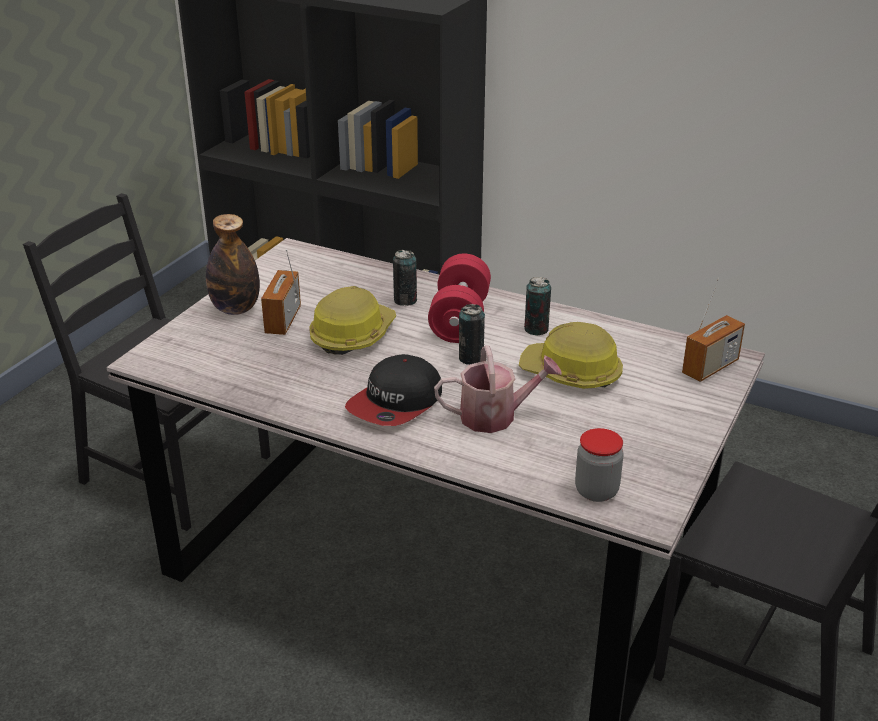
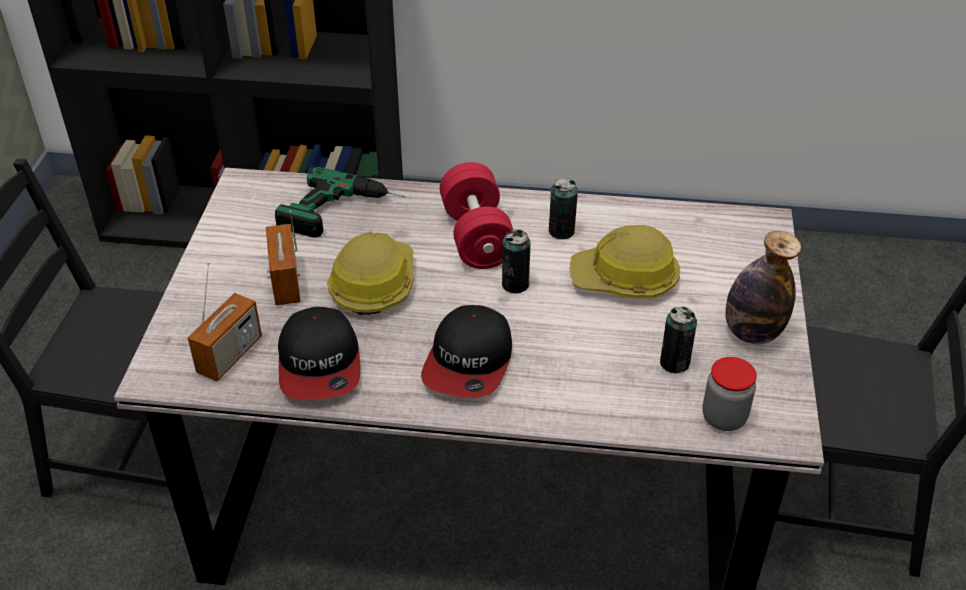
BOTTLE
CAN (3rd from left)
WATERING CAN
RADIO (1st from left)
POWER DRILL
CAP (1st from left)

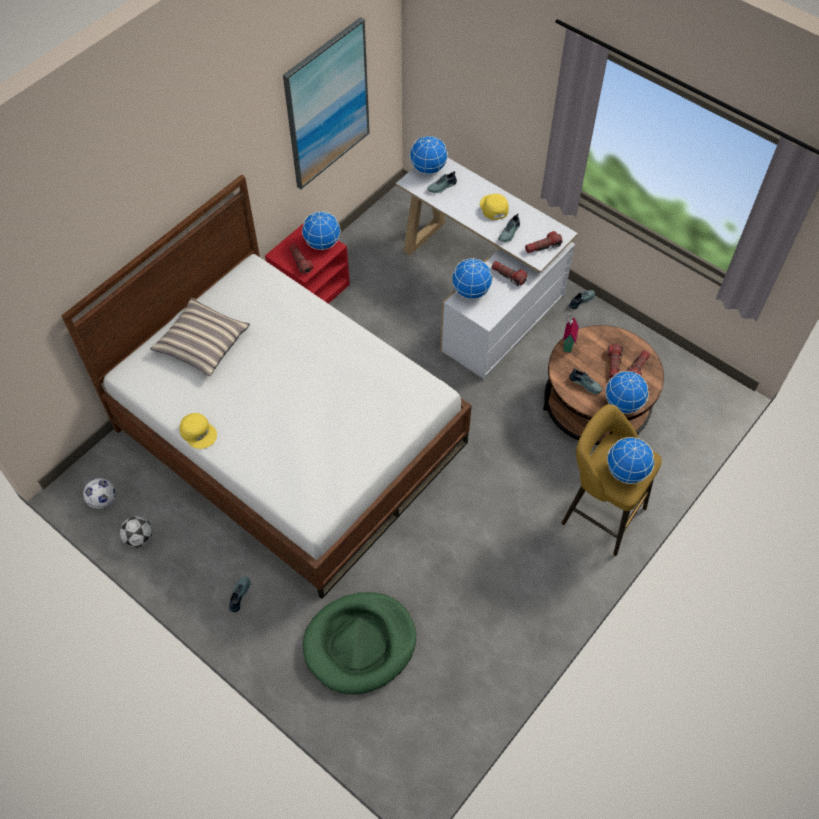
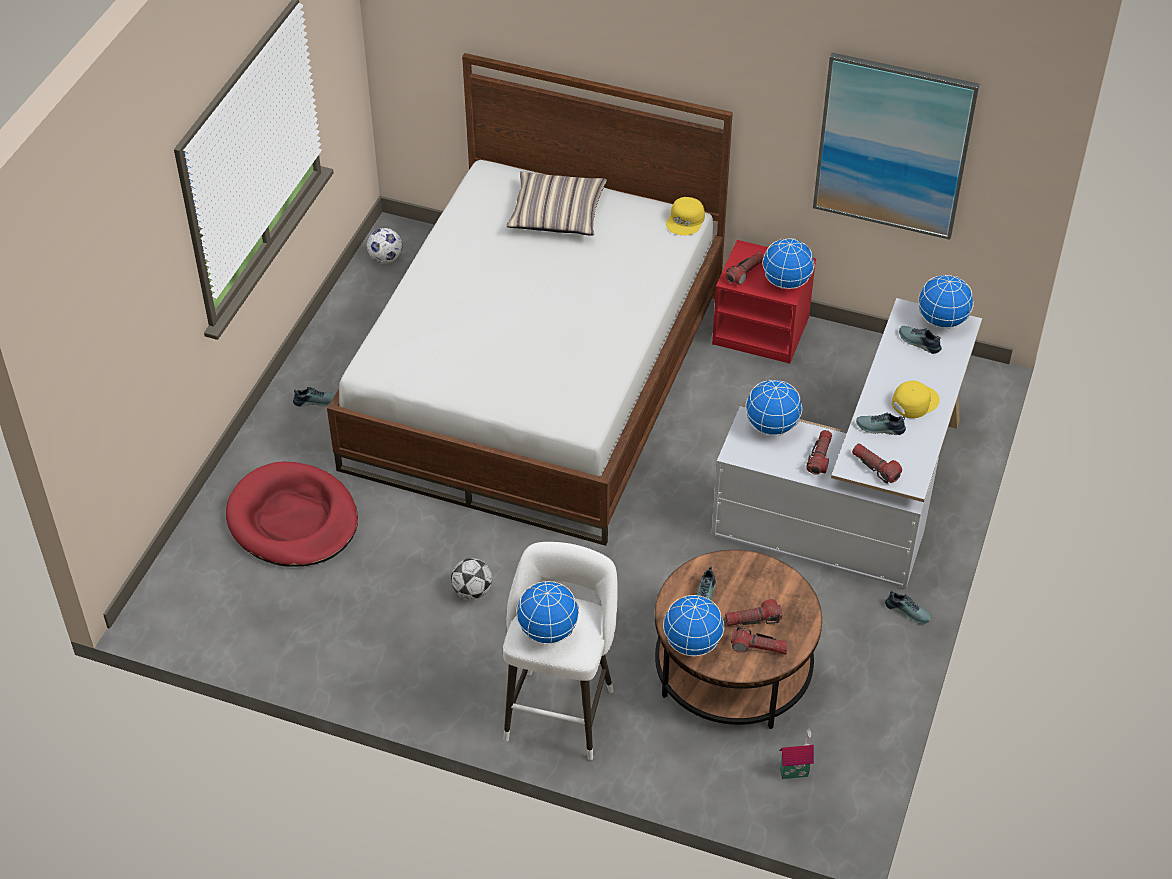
FOOTBALL (2nd from left)
YELLOW CAP (1st from left)
RED DOG BED
WHITE STOOL
TOY HOUSE

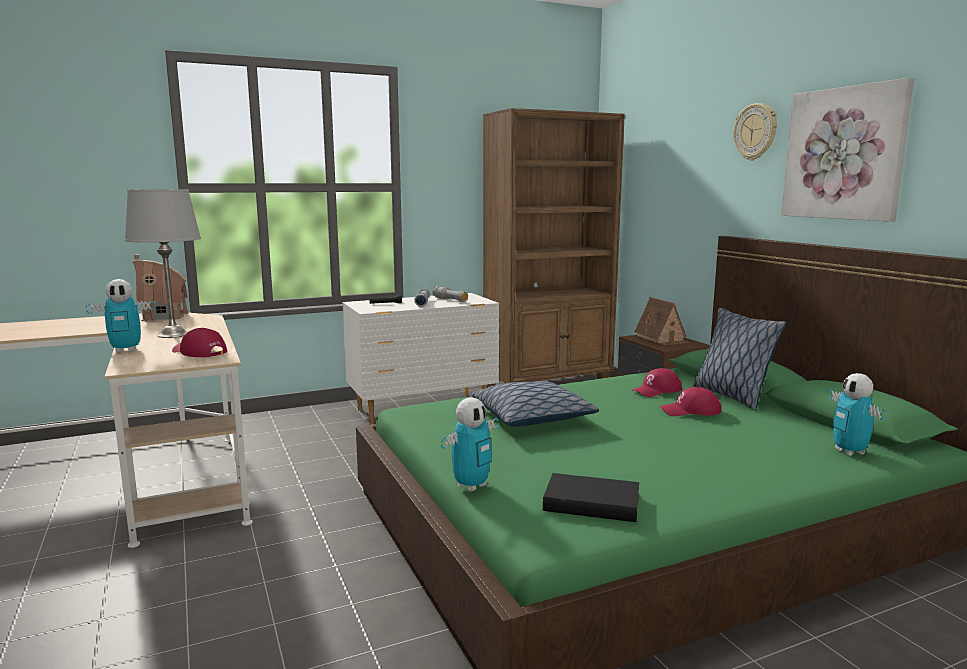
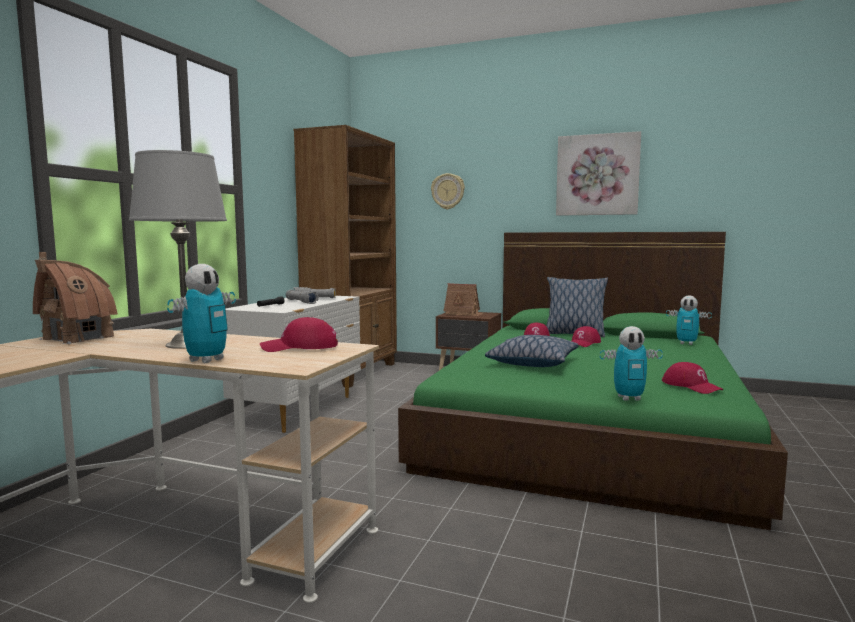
TOY ROBOT (2nd from left)
RED CAP (4th from left)
WALL CLOCK

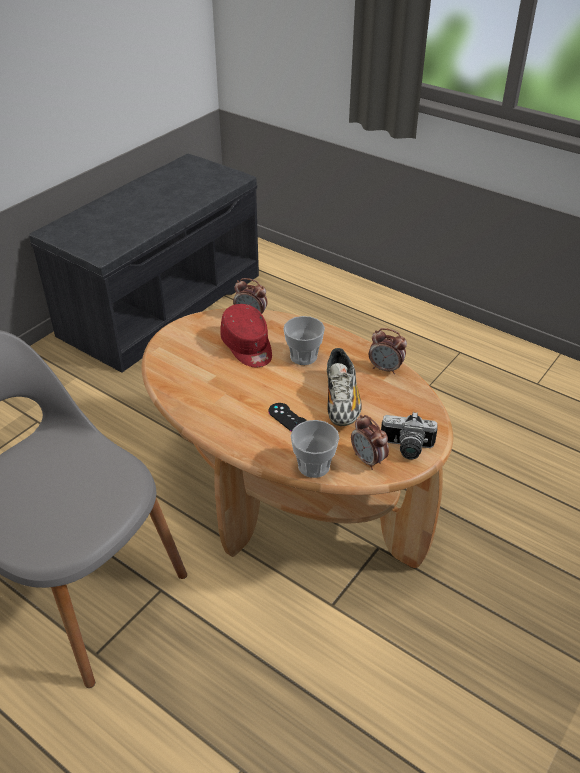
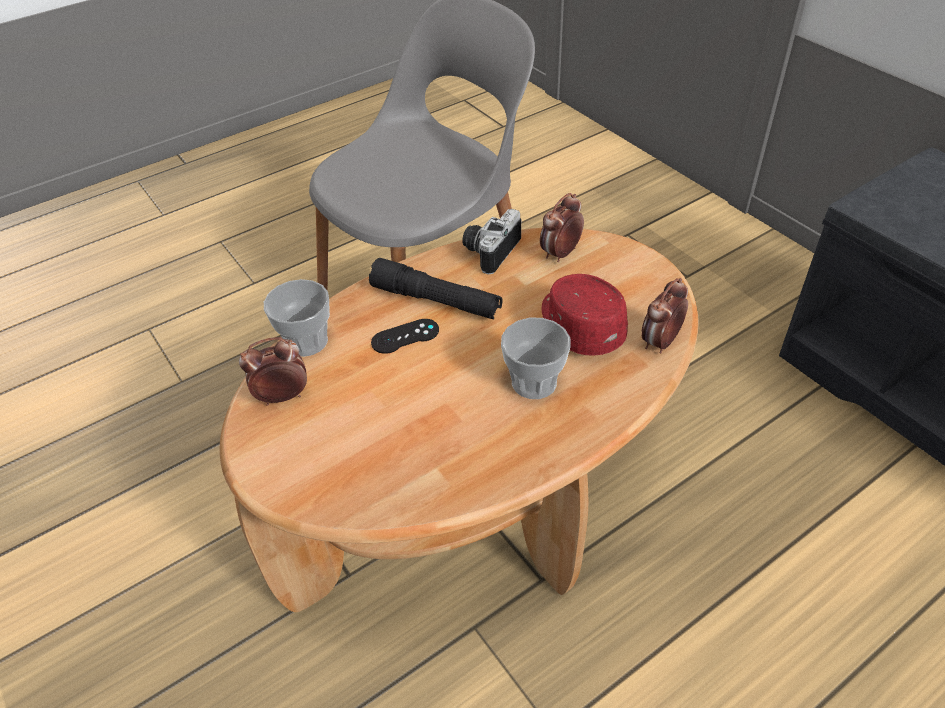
RED CAP
SHOE
ALARM CLOCK (2nd from left)
PHOTO CAMERA
BLACK FLASHLIGHT

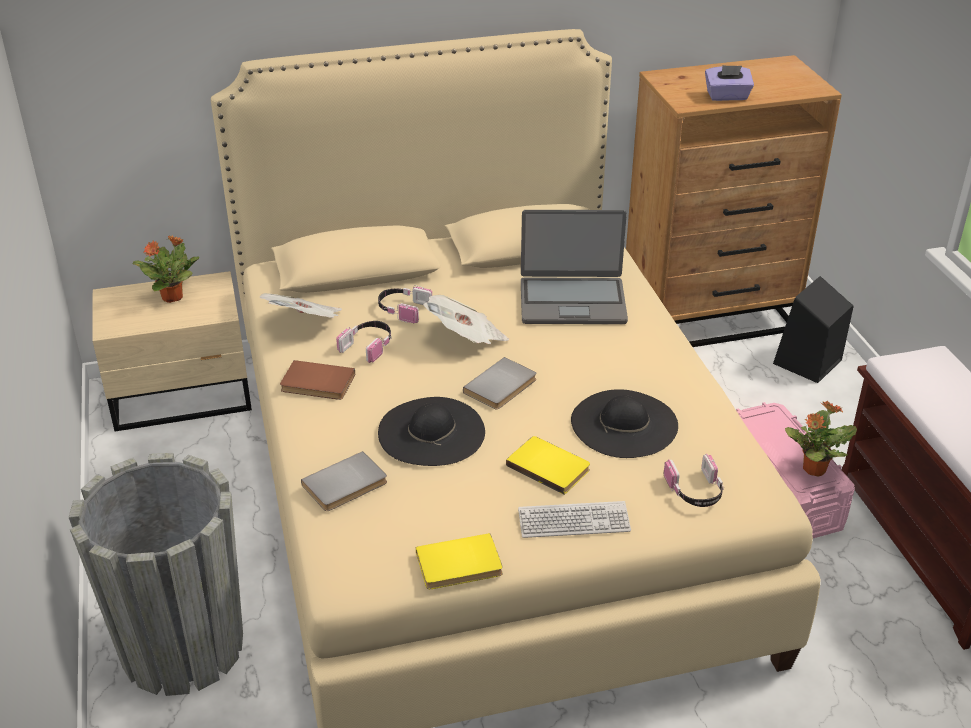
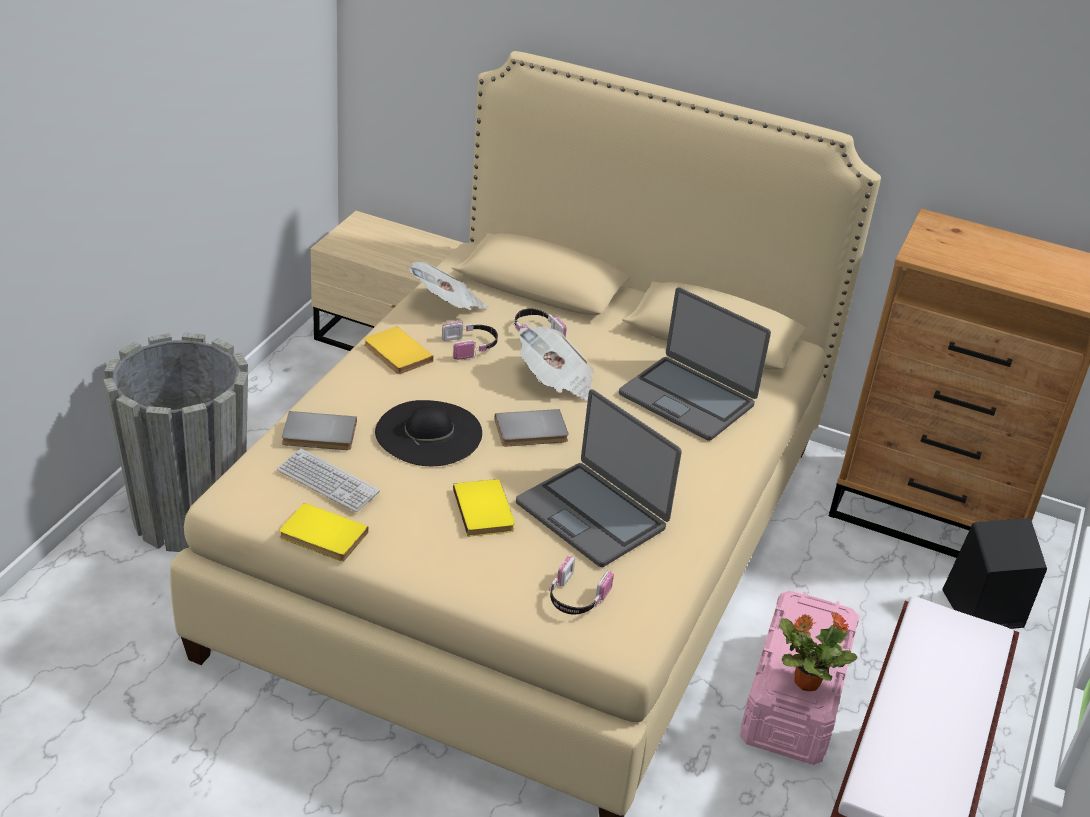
POTTED PLANT (1st from left in the first image)
YELLOW BOOK (2nd from left)
KEYBOARD
LAPTOP (1st from left)
PURPLE TISSUE BOX

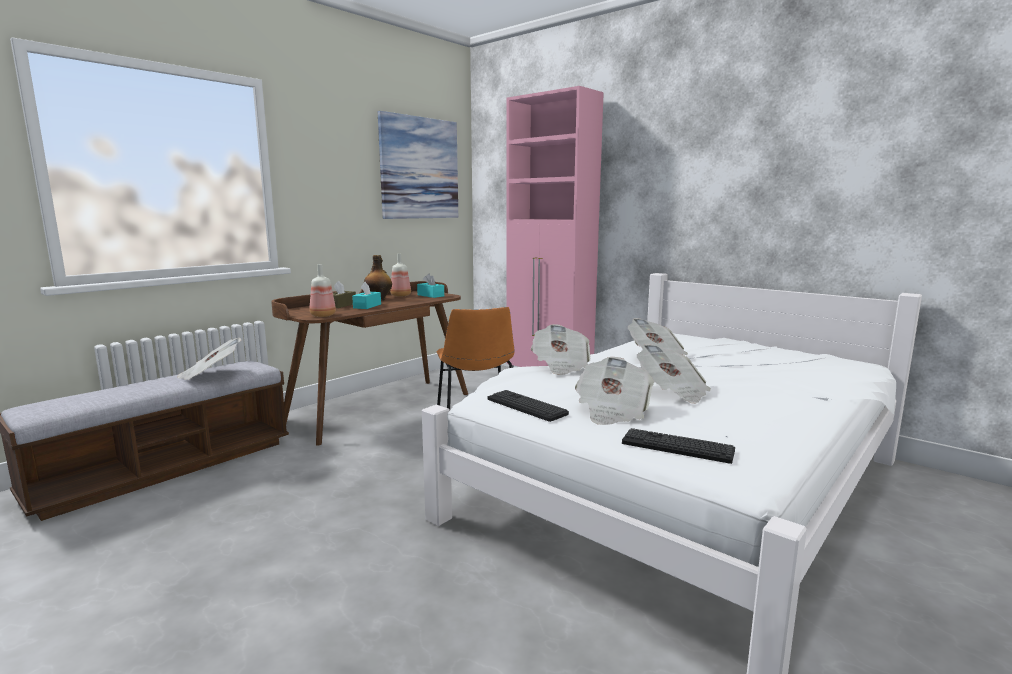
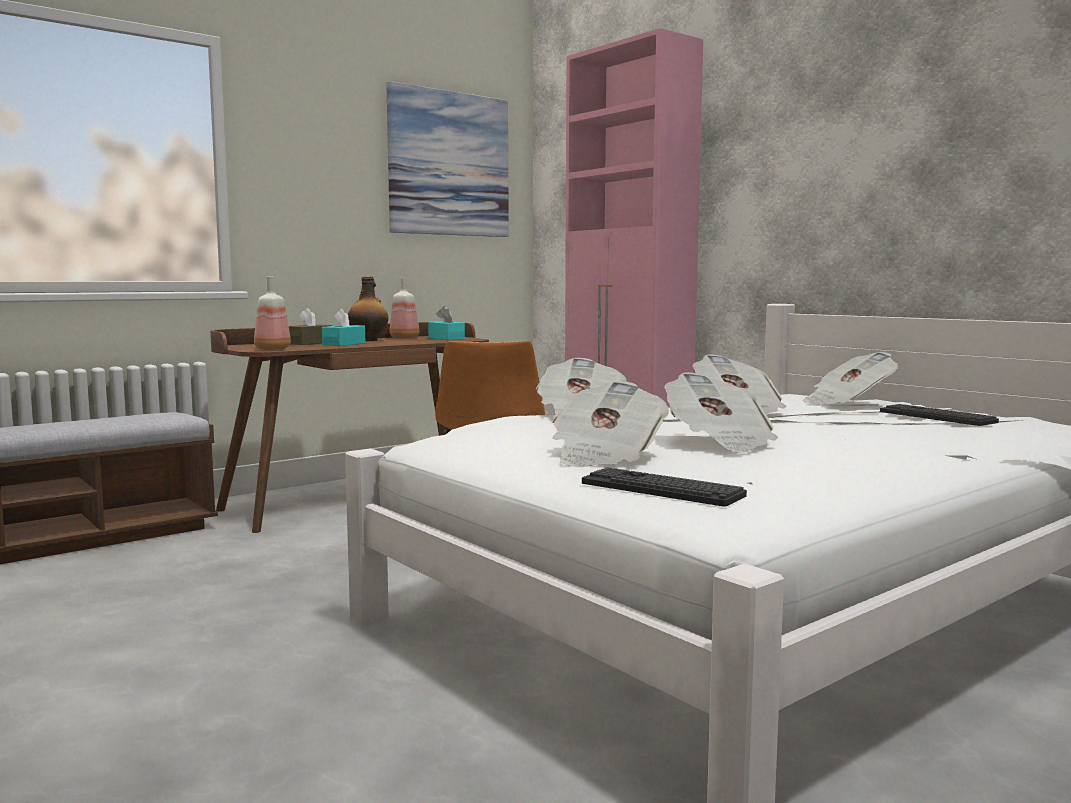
NEWSPAPER (5th from left)
KEYBOARD (2nd from left)

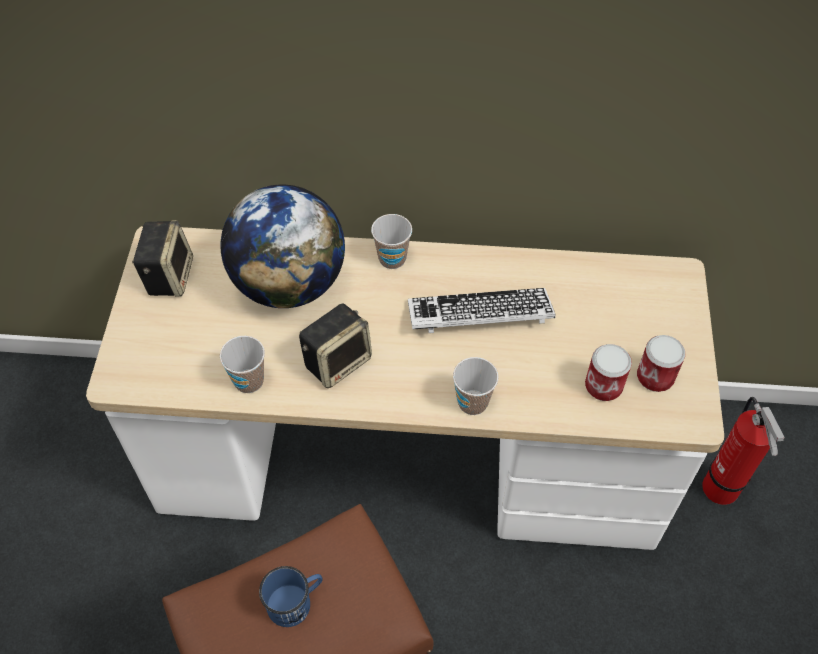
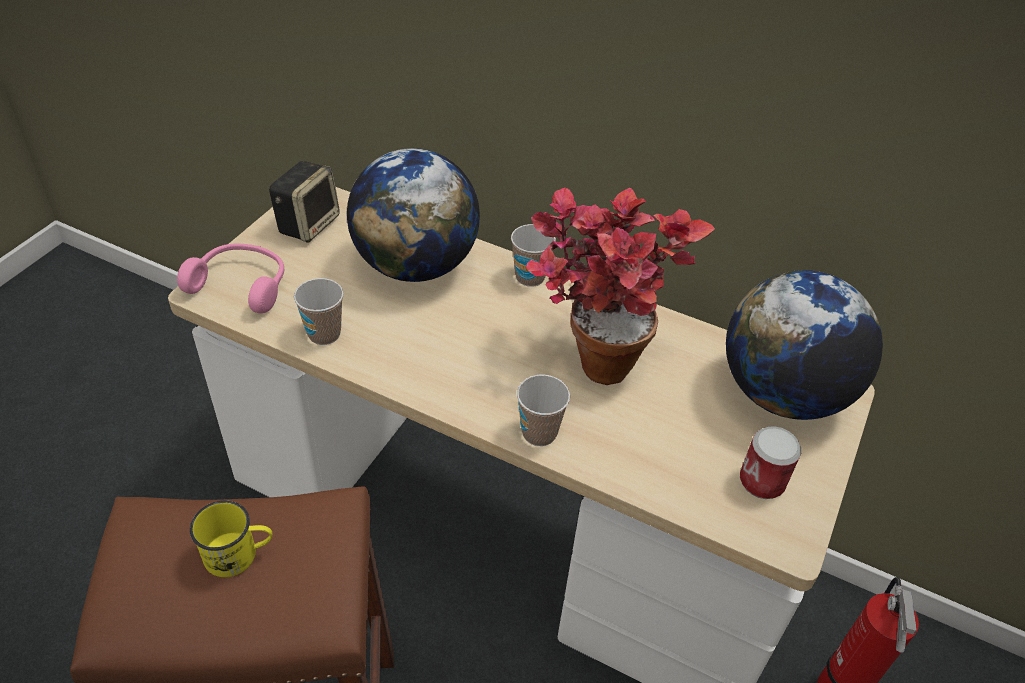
YELLOW MUG
SPEAKER (2nd from left in the first image)
POTTED PLANT
CAN (1st from left in the first image)
PINK HEADPHONES
GLOBE (2nd from left)

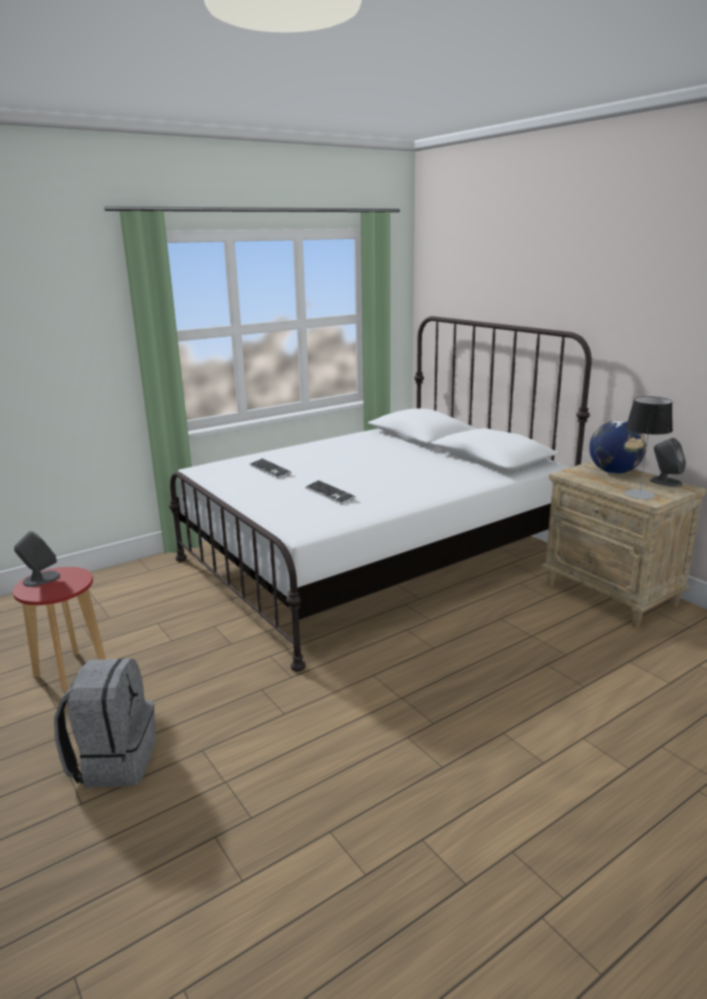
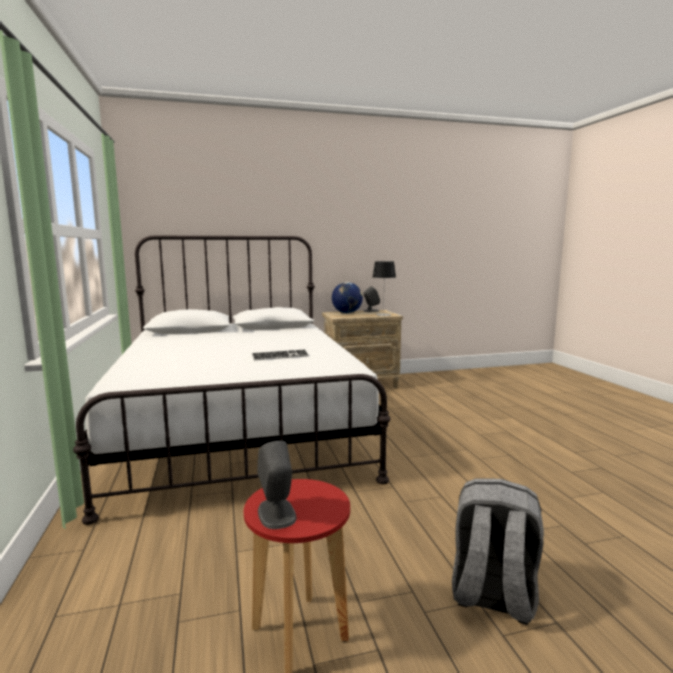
KEYBOARD (1st from left in the first image)

